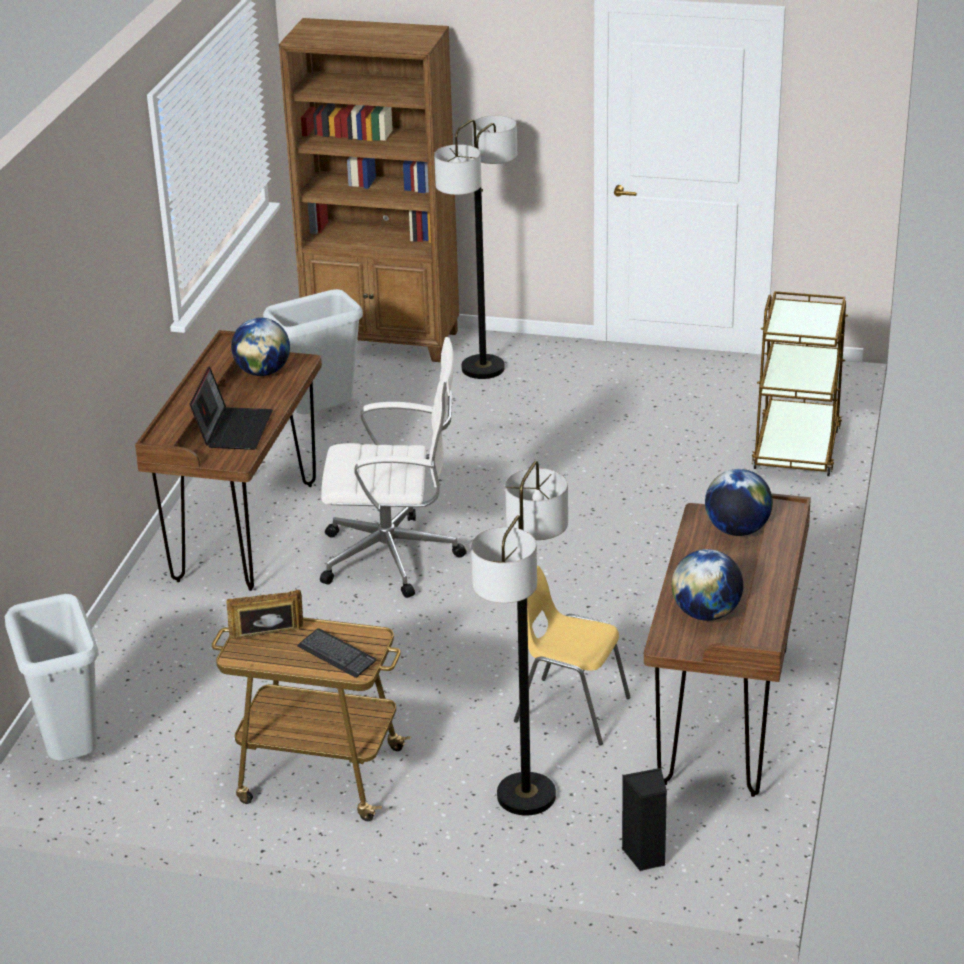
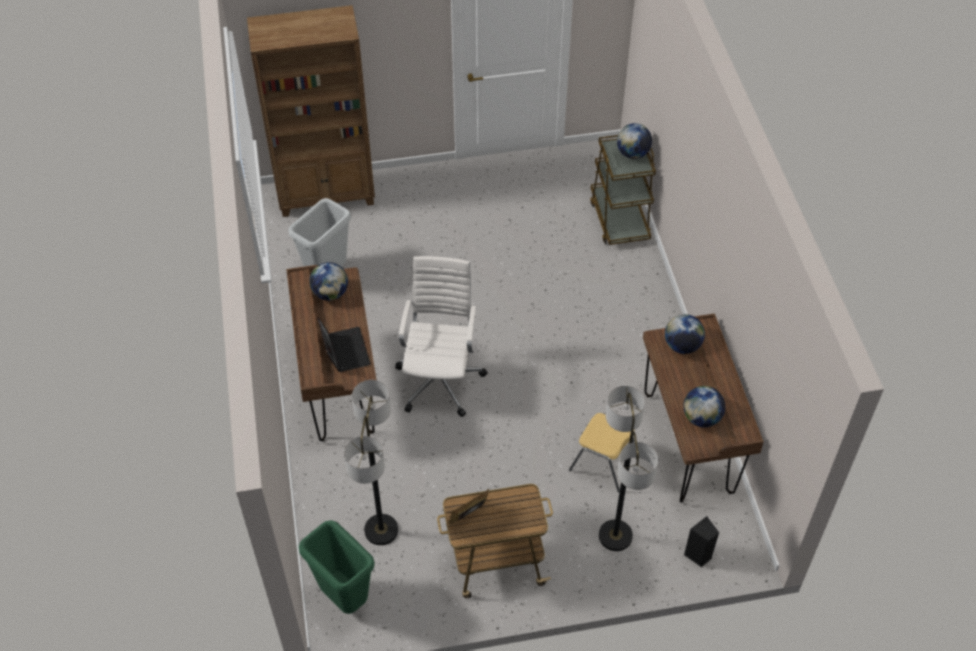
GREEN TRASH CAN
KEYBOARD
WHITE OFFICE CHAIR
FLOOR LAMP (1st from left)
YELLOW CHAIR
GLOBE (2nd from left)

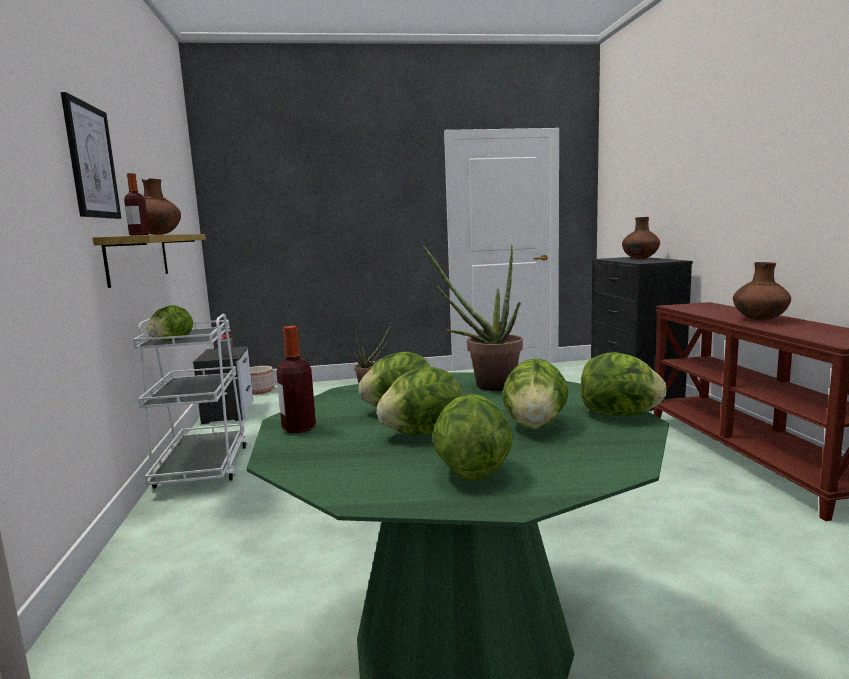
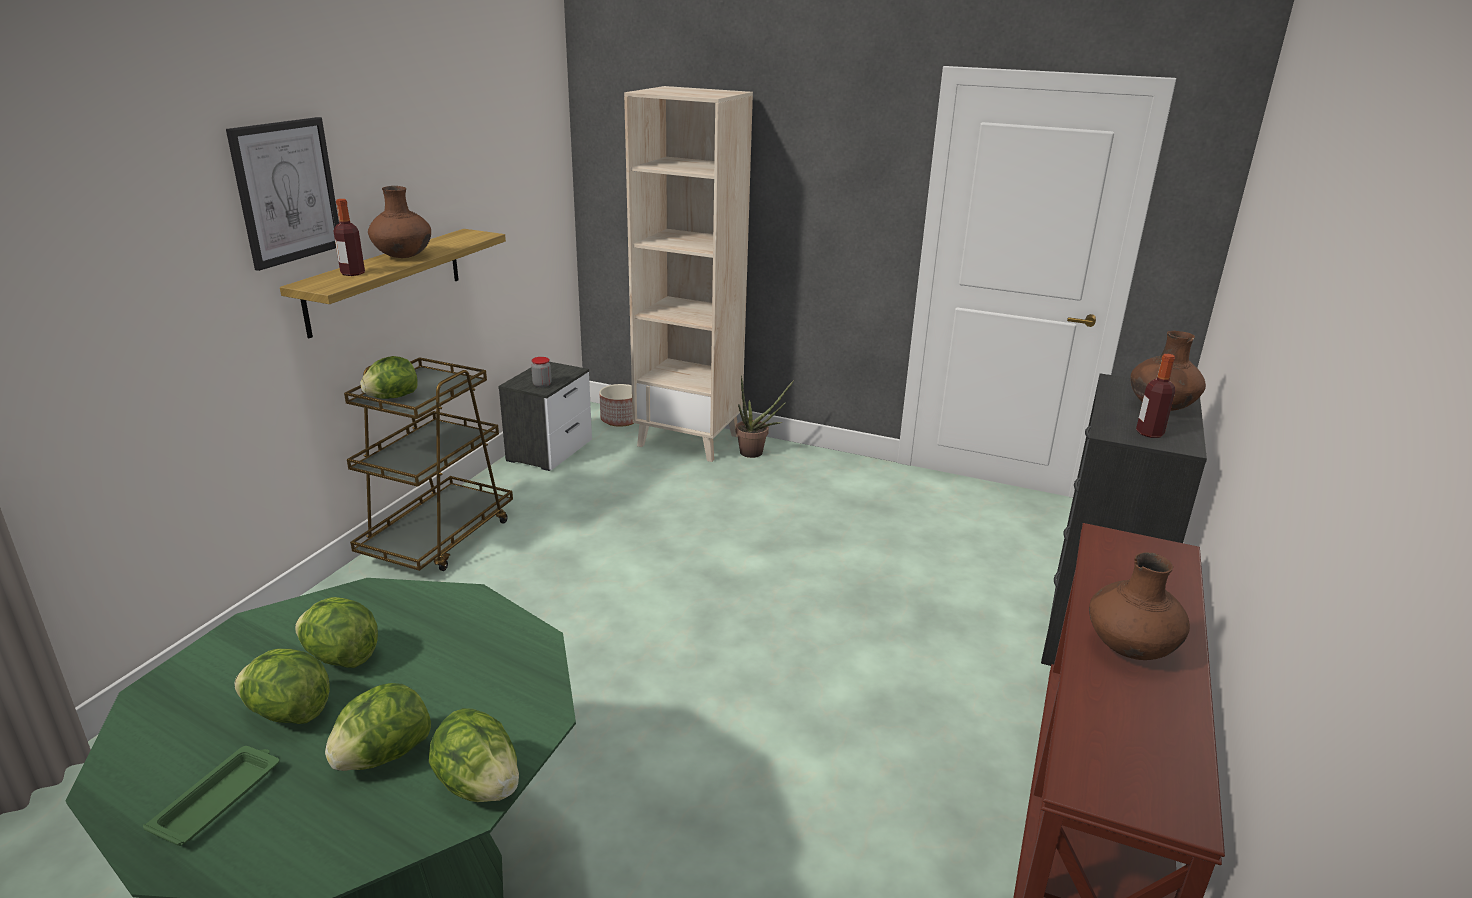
BROWN CART
BOTTLE (2nd from left)
POTTED PLANT (2nd from left in the first image)
GREEN TRAY
BEIGE BOOKCASE

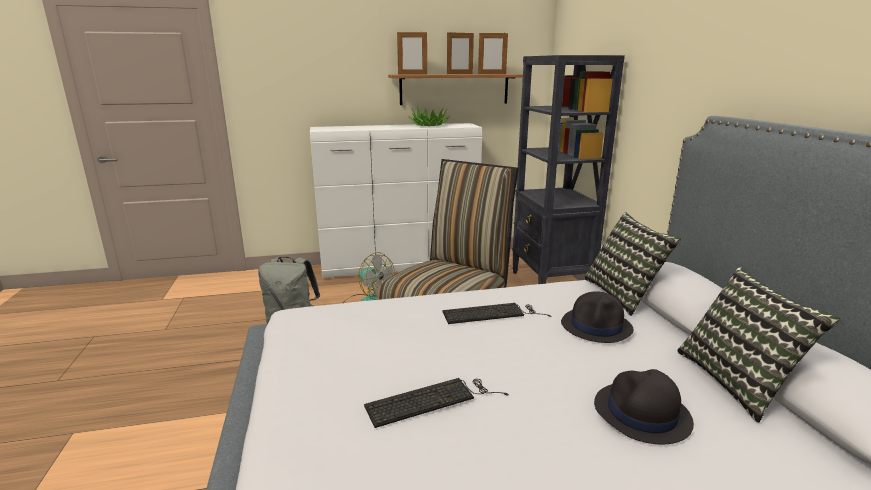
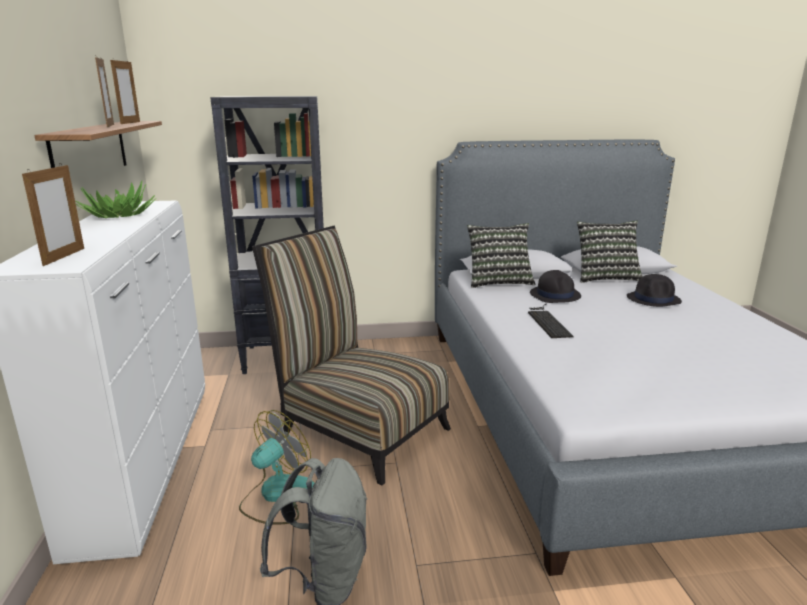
KEYBOARD (1st from left in the first image)
PICTURE FRAME (1st from left)

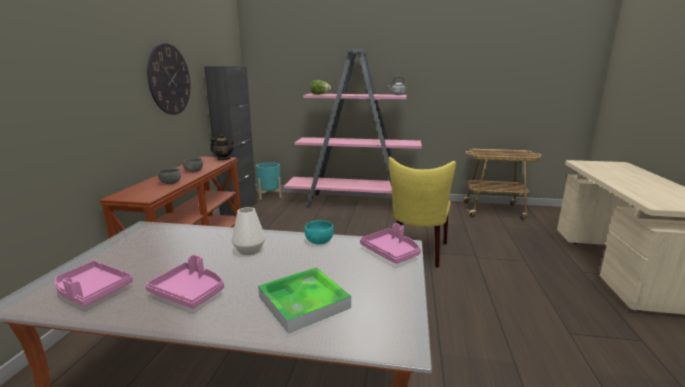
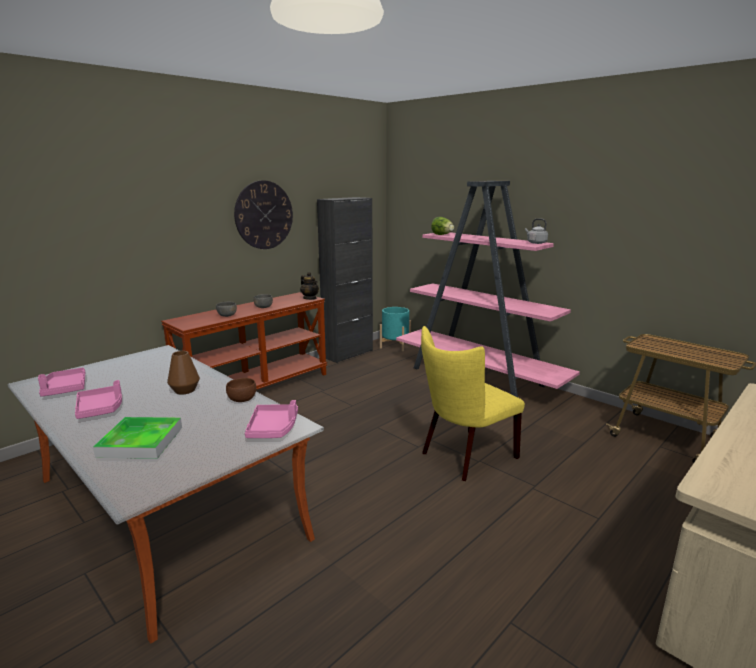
BROWN VASE
BROWN BOWL

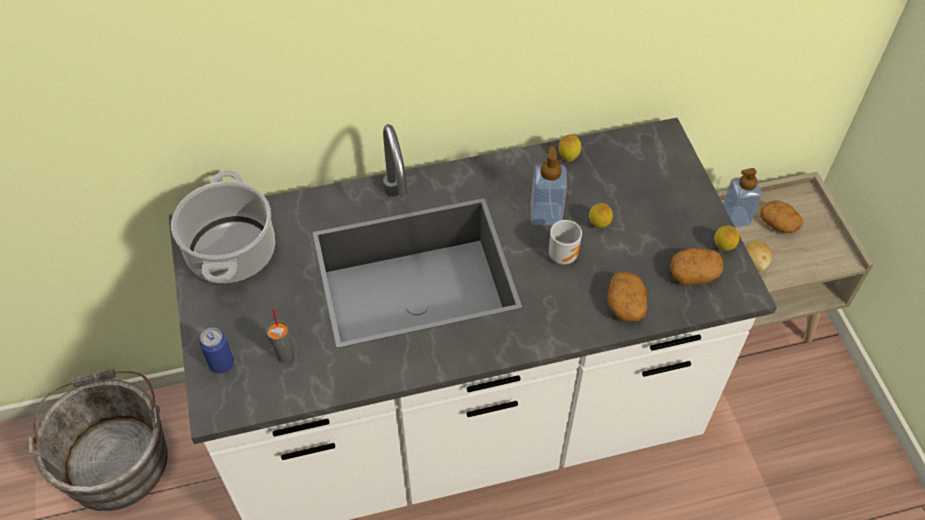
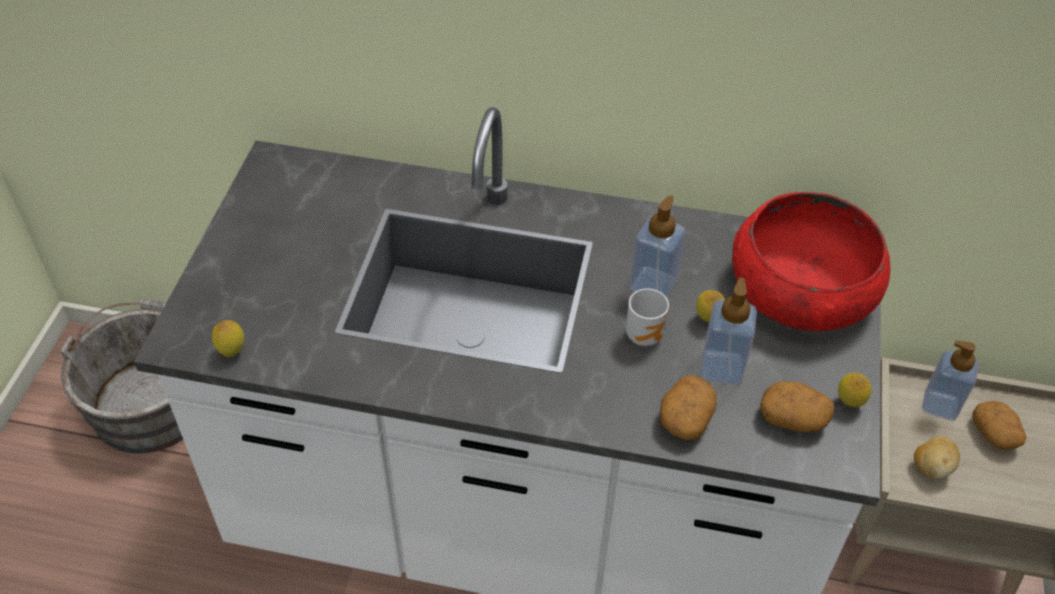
COOKING POT
CAN
GREY CUP
LEMON (1st from left)
SOAP DISPENSER (2nd from left)
RED BOWL

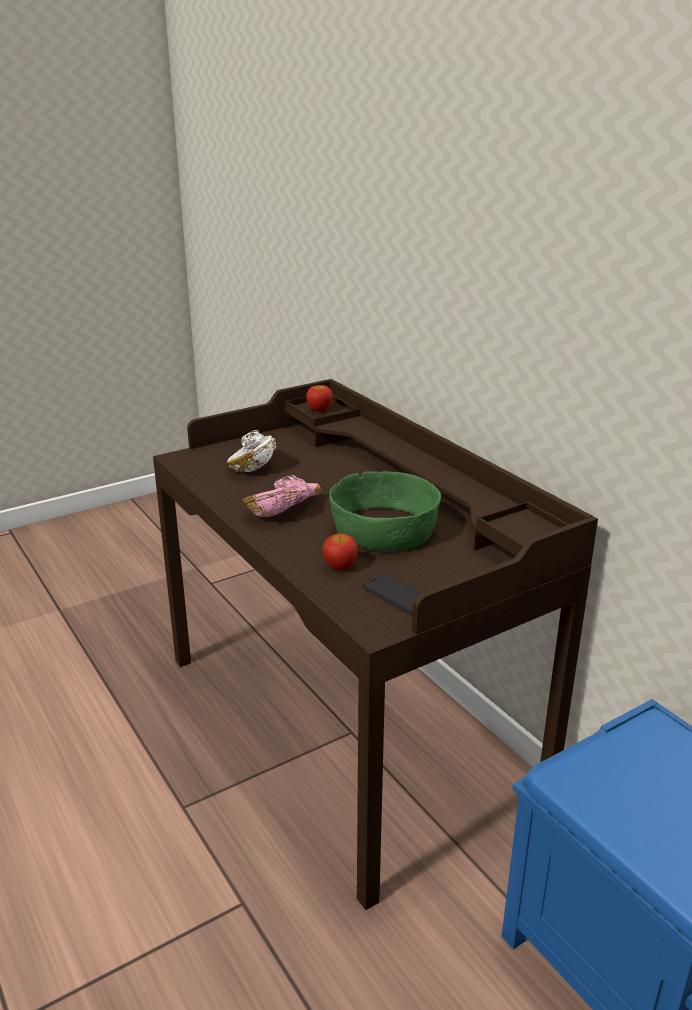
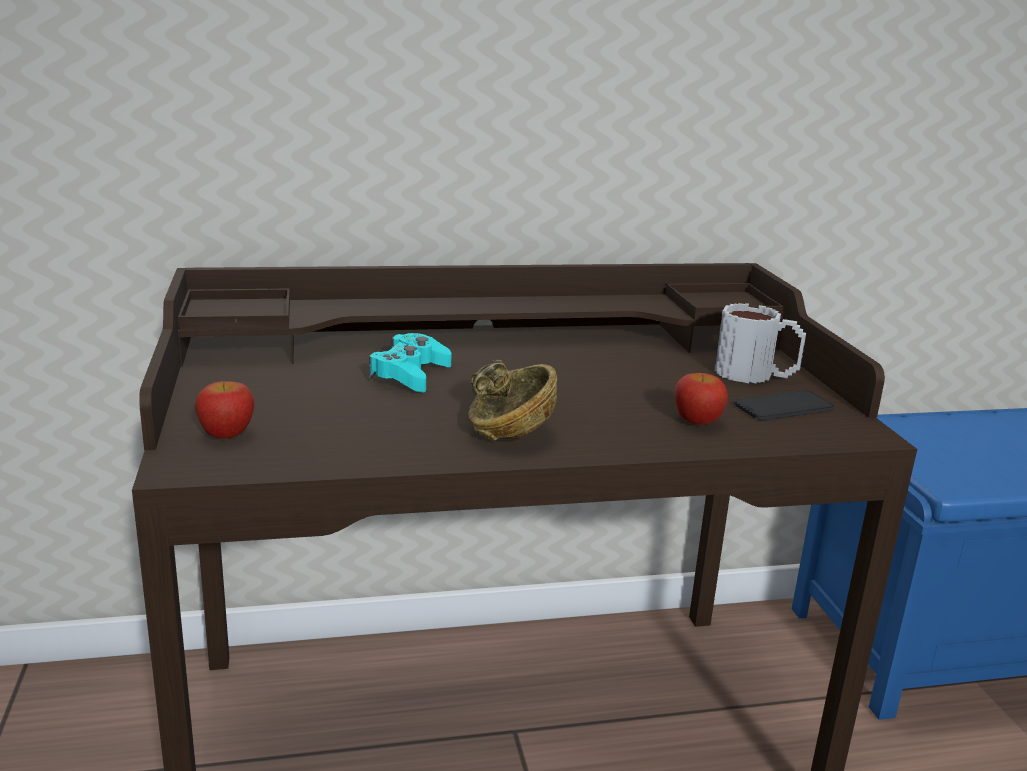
WHITE BOWL
BROWN BOWL
APPLE (1st from left)
GREEN BOWL
TURQUOISE GAME CONTROLLER
MUG

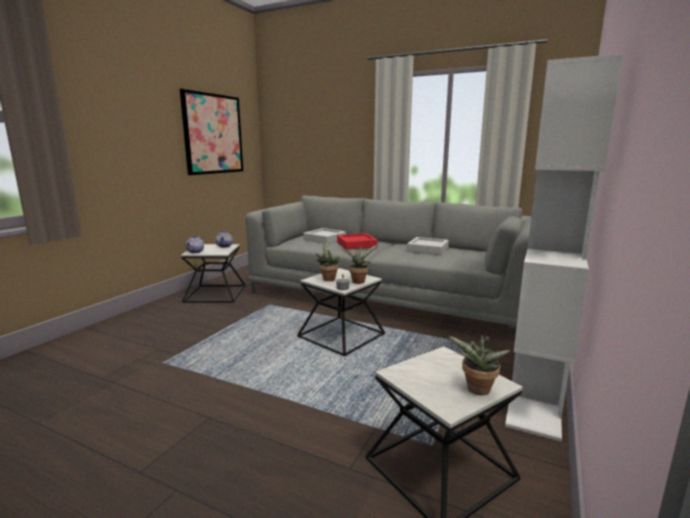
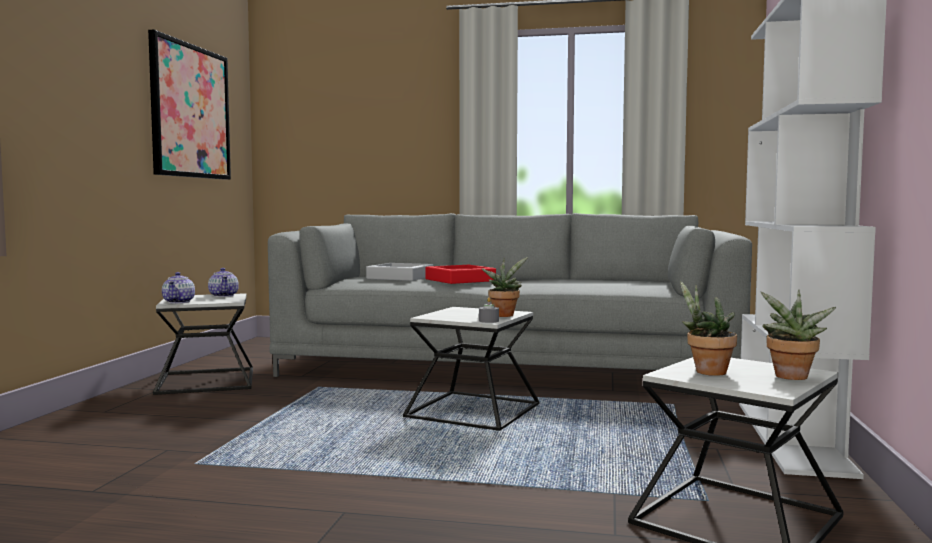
POTTED PLANT (2nd from left)
GREY TRAY (2nd from left in the first image)

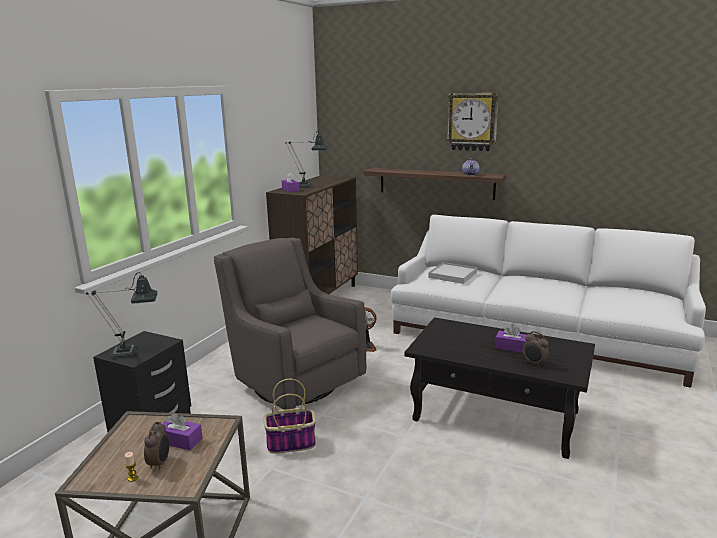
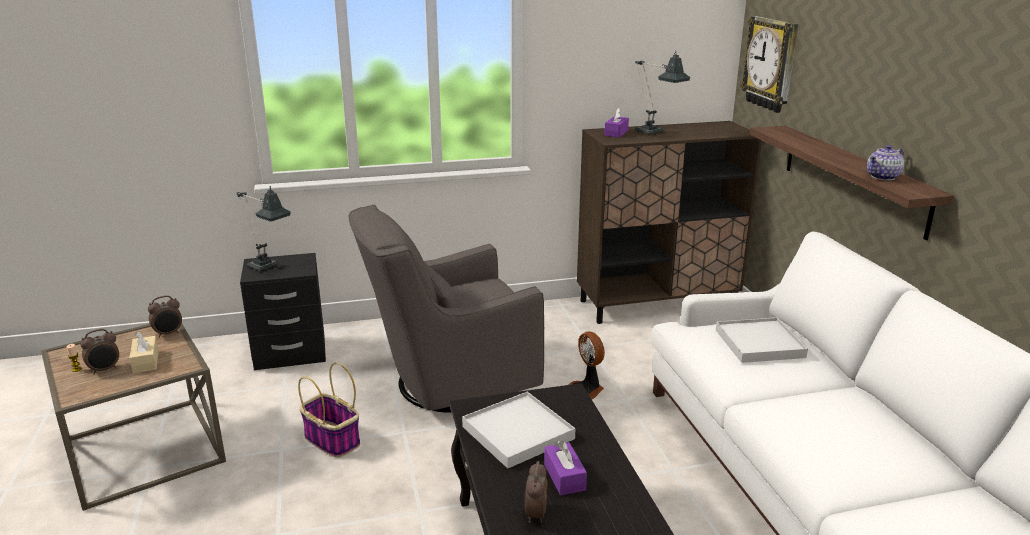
BEIGE TISSUE BOX
GREY ARMCHAIR
WALL CLOCK
ALARM CLOCK (2nd from left)
WHITE TRAY (1st from left)

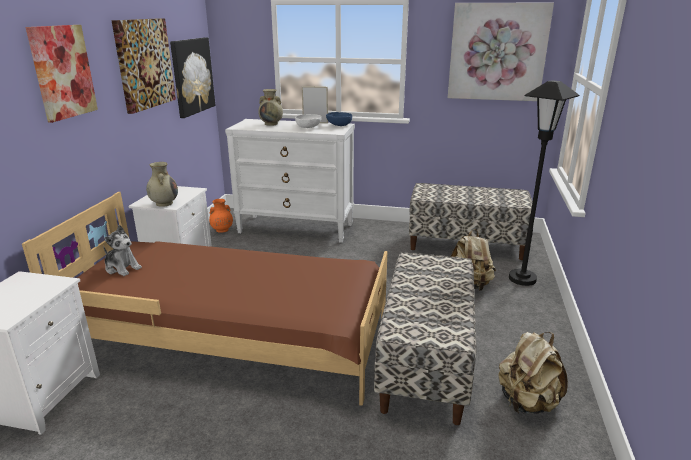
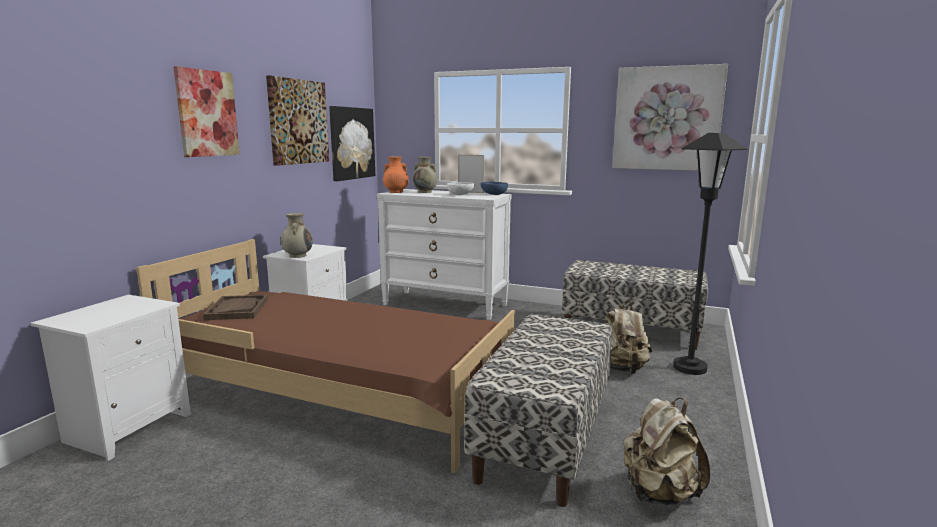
BROWN TRAY
ORANGE VASE

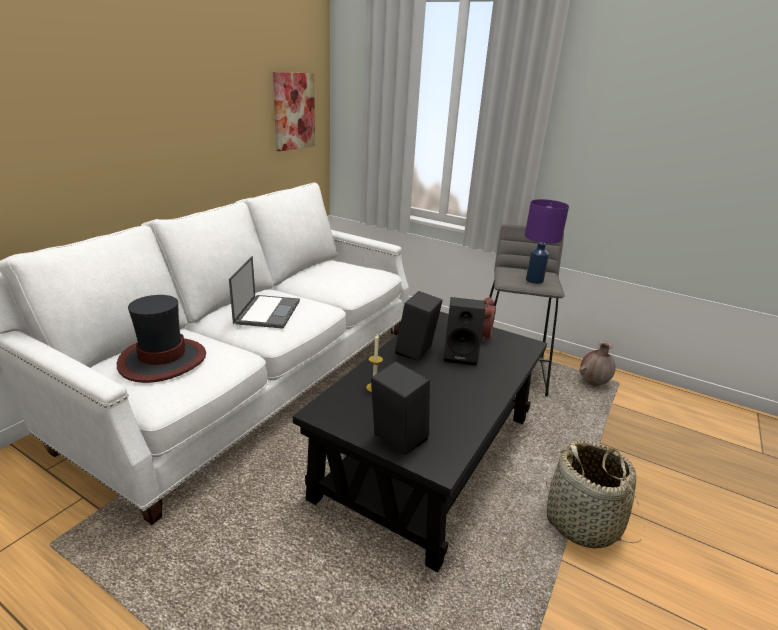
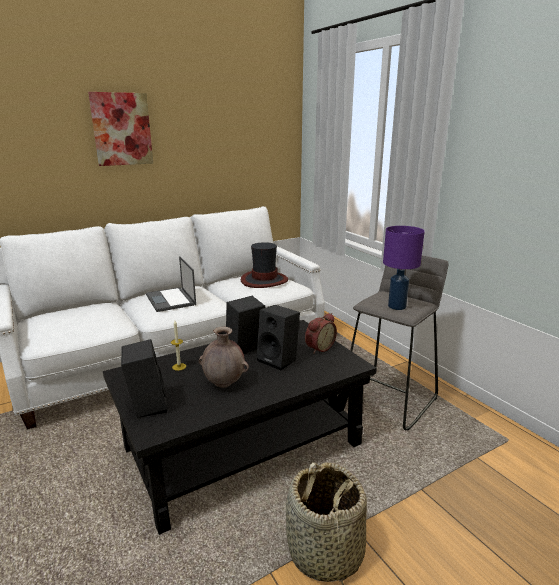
HAT
LAPTOP
PICTURE
BROWN VASE

